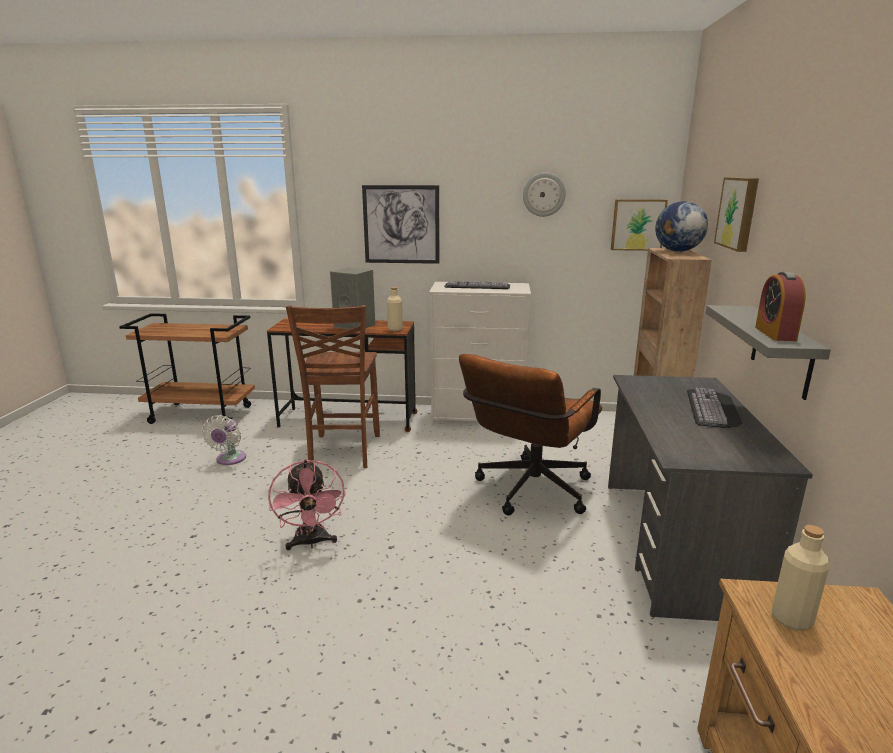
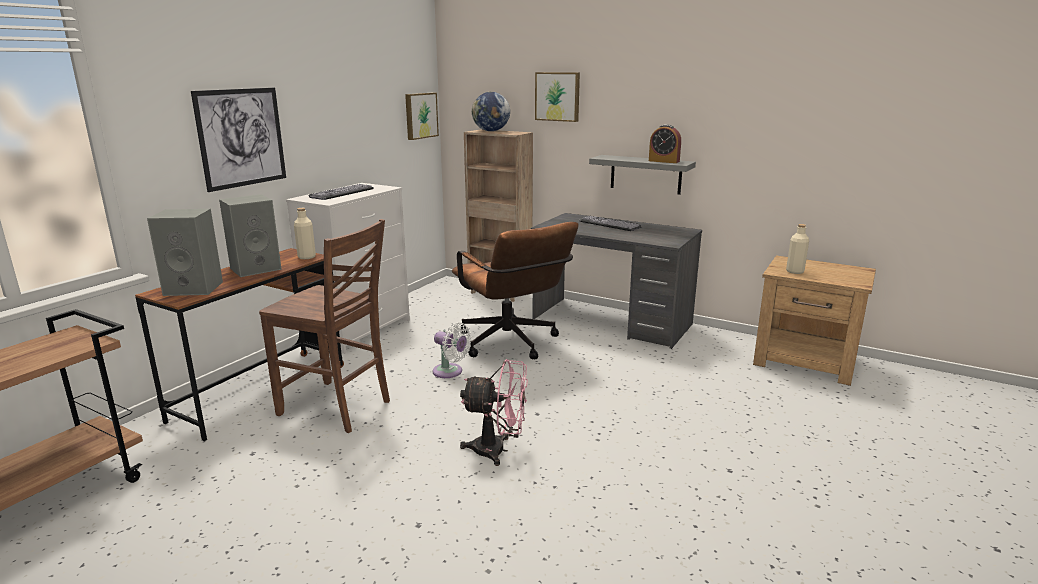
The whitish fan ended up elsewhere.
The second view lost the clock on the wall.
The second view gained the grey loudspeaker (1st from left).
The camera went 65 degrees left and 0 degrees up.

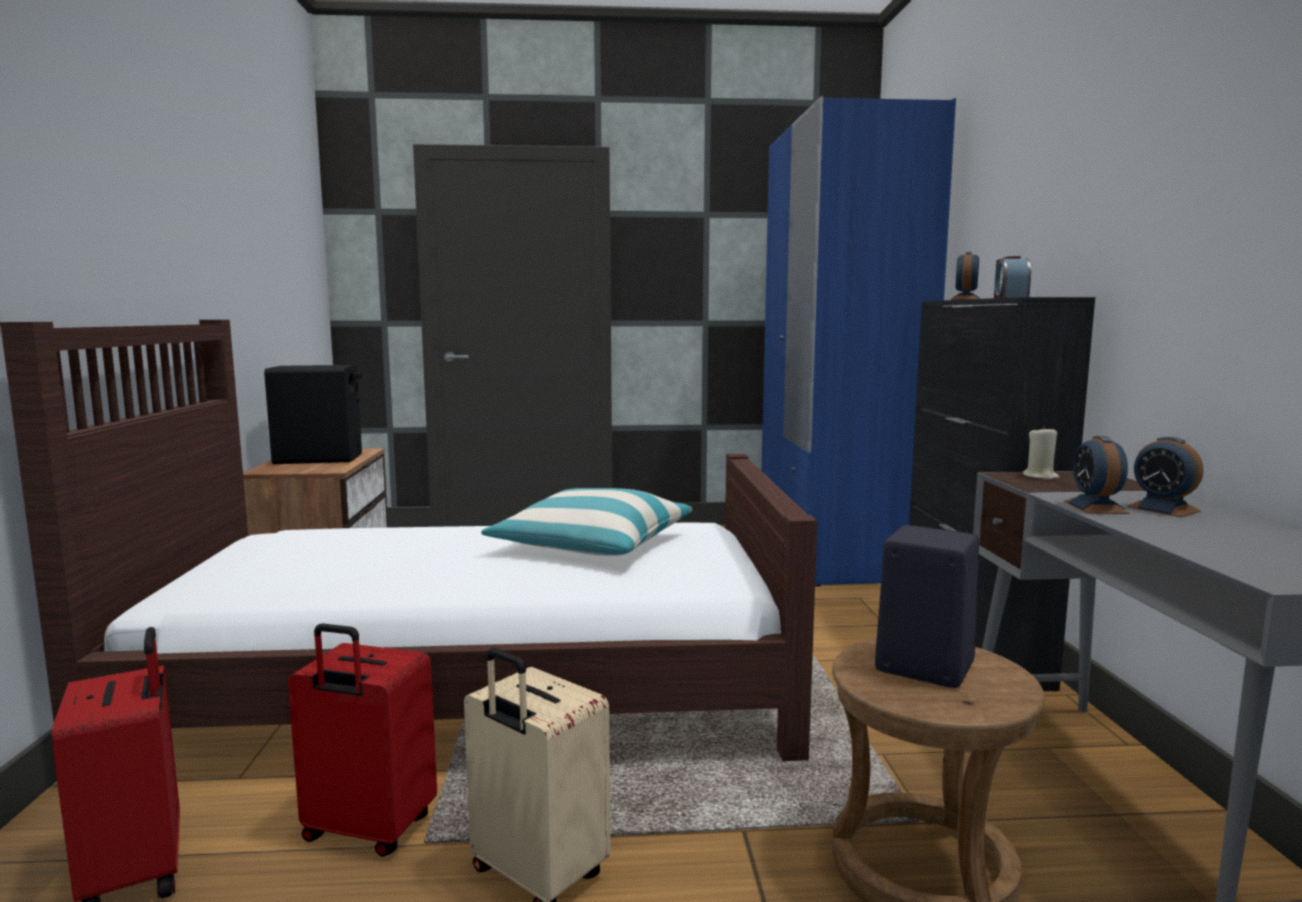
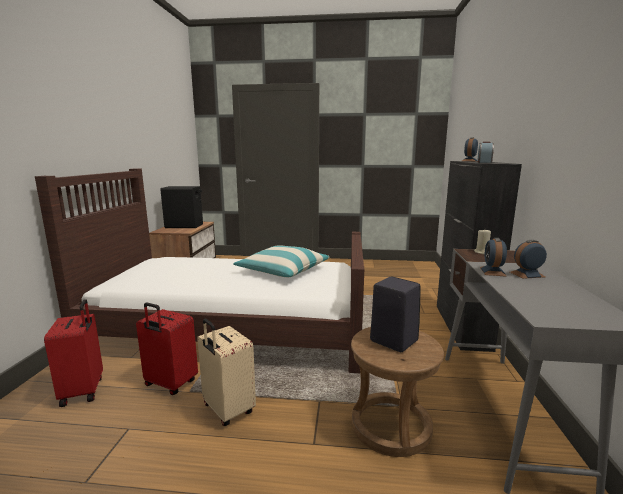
The second view lost the blue wardrobe.
The table clock (4th from left) ended up facing another way, 105 degrees clockwise from before.
The camera went 10 degrees right and 5 degrees up.

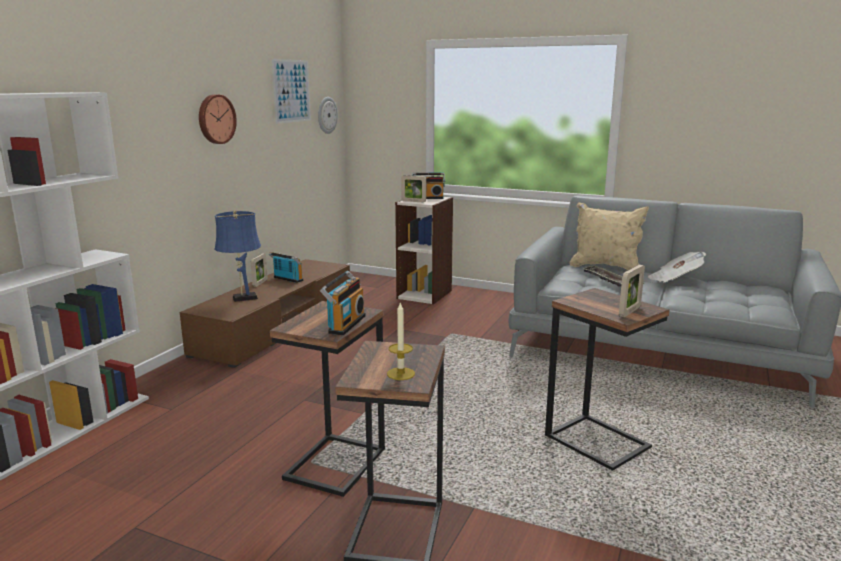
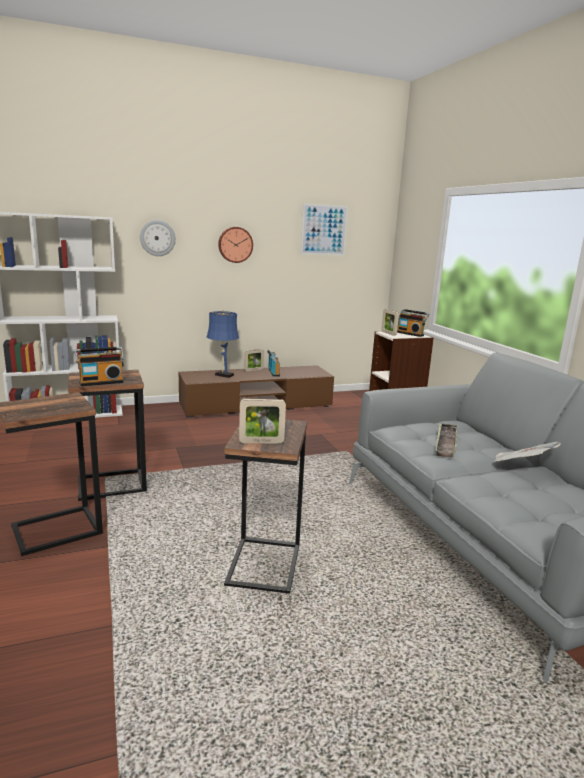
The clock on the wall (2nd from left in the first image) ended up elsewhere.
The second view lost the wax light.
The second view lost the beige-coloured cushion.
The camera went 45 degrees right and 0 degrees up.

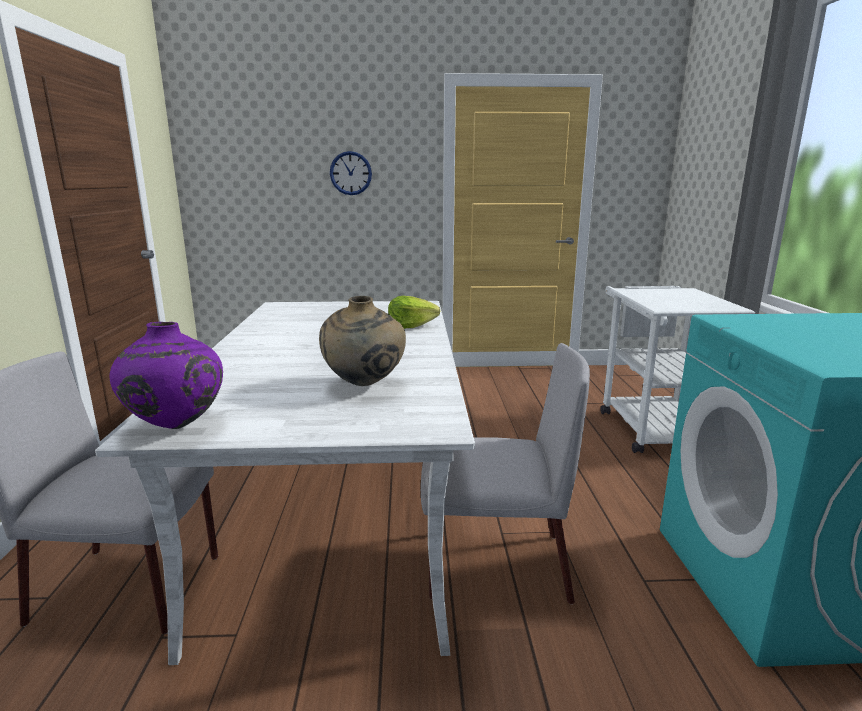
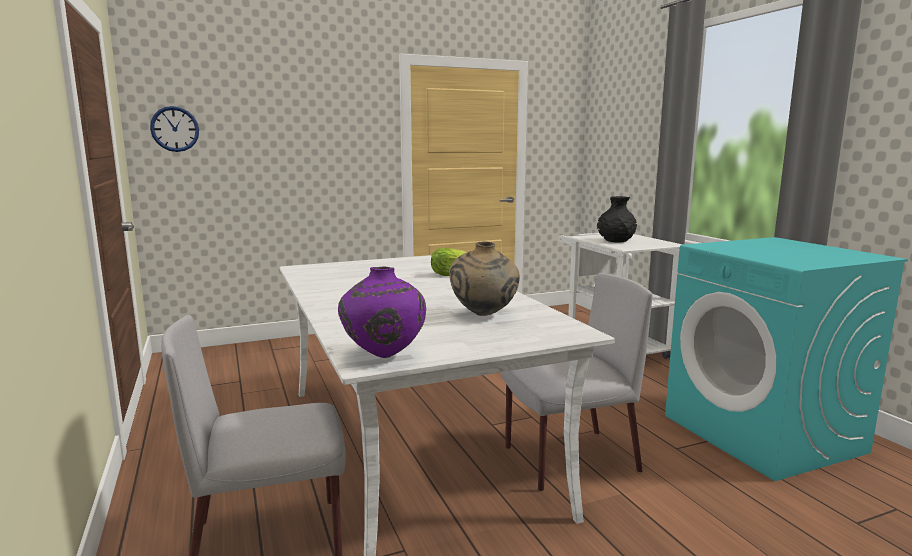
The clock on the wall ended up elsewhere.
The second view gained the black vase.
The camera went 20 degrees left and 5 degrees down.

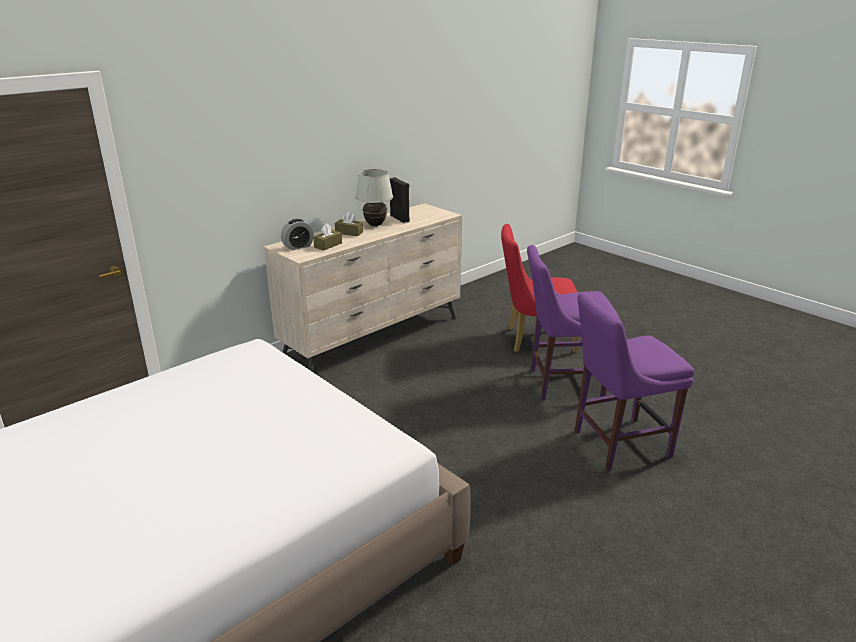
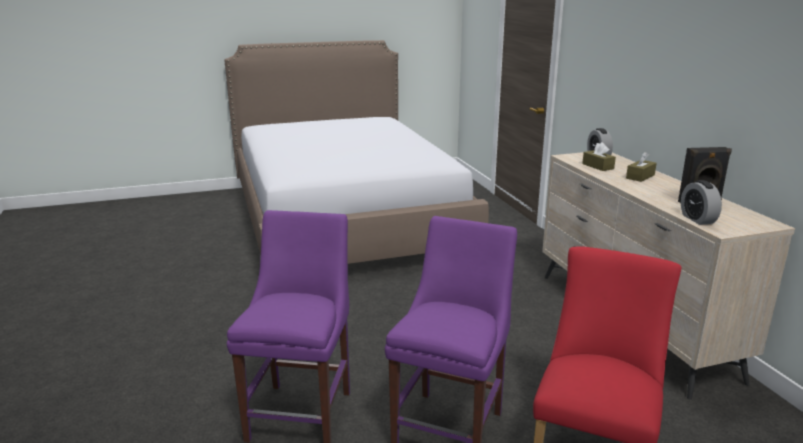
The second view lost the whitish tabletop lamp.
The second view gained the table clock (2nd from left).
The camera went 115 degrees right and 5 degrees down.

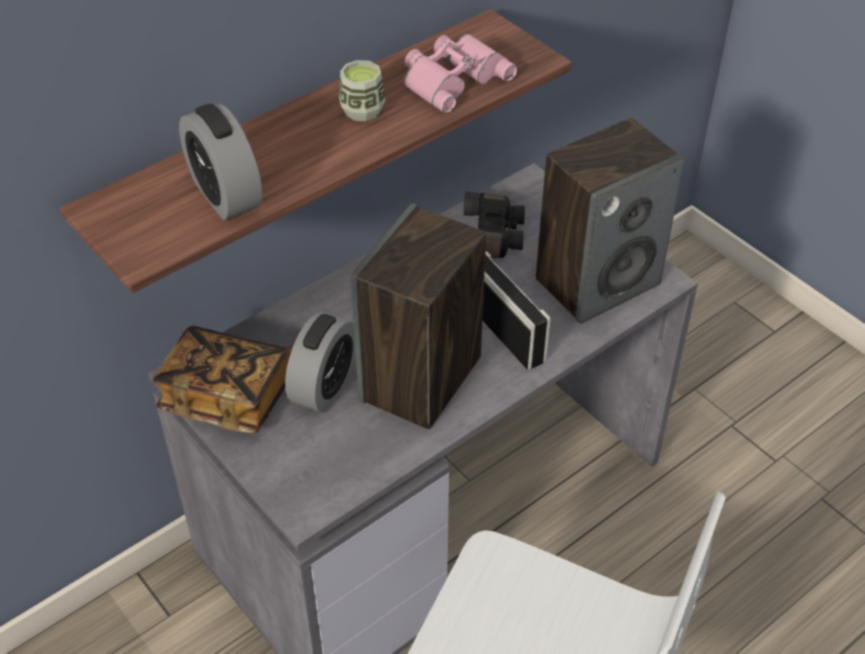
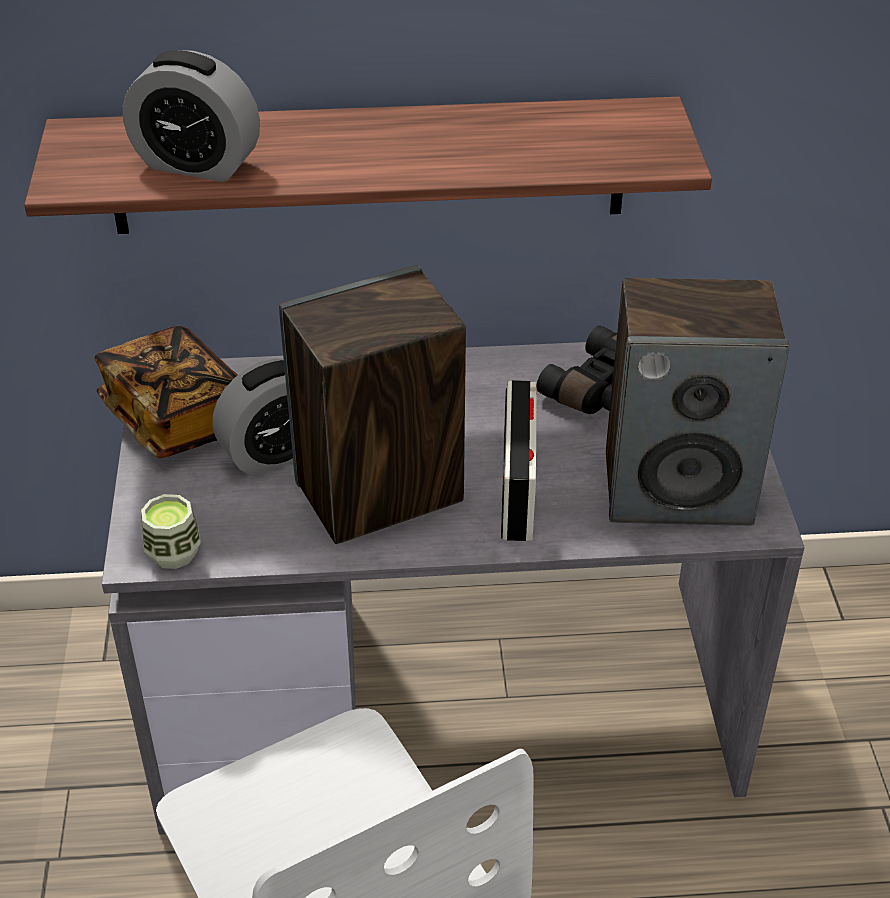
The table clock (1st from left) ended up facing another way, 75 degrees counterclockwise from before.
The drinking cup ended up elsewhere.
The second view lost the pink pair of binoculars.
The camera went 35 degrees right and 5 degrees down.

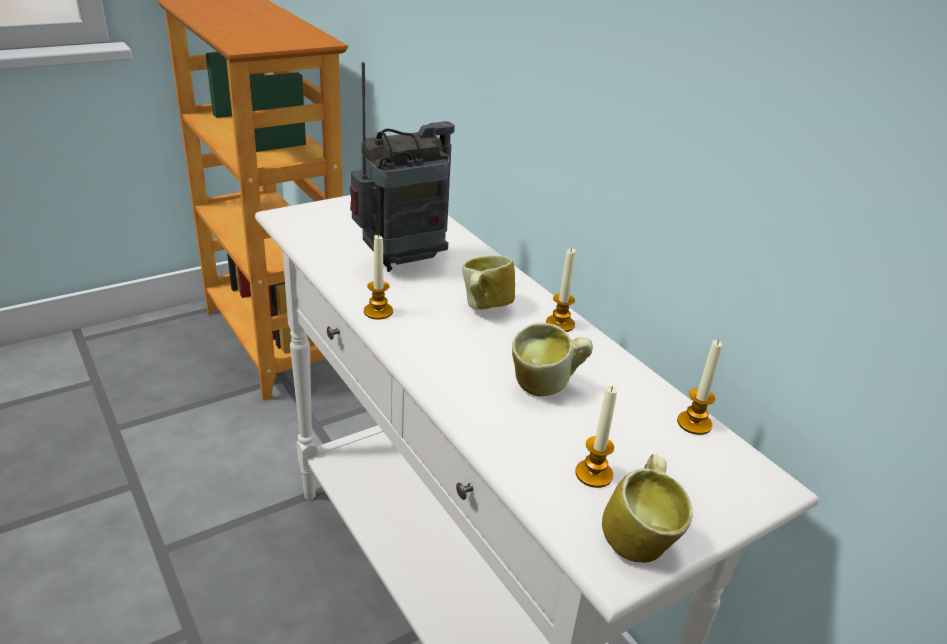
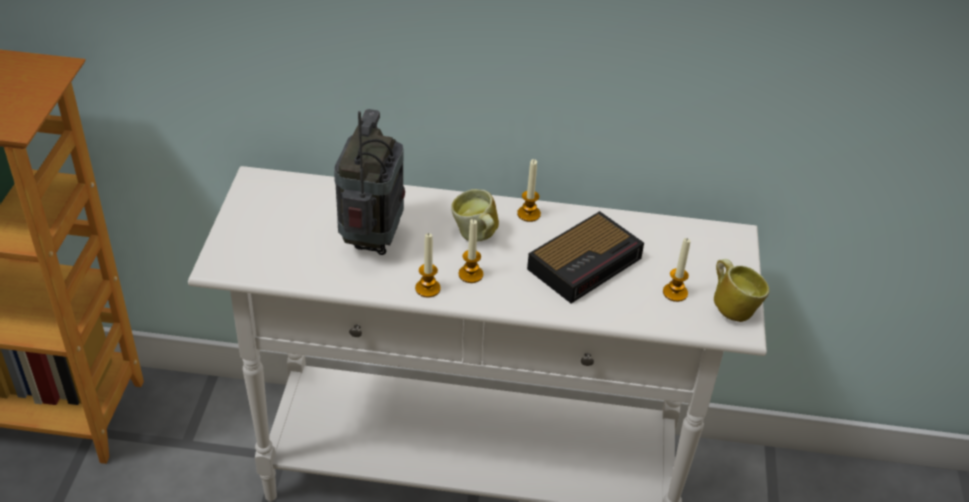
Where the coffee mug (2nd from left) stood, the table clock came to stand.
The wax light (4th from left in the first image) ended up elsewhere.
The camera went 50 degrees left and 10 degrees up.

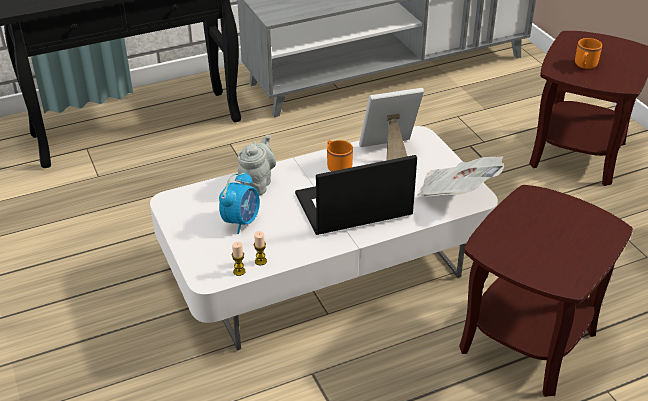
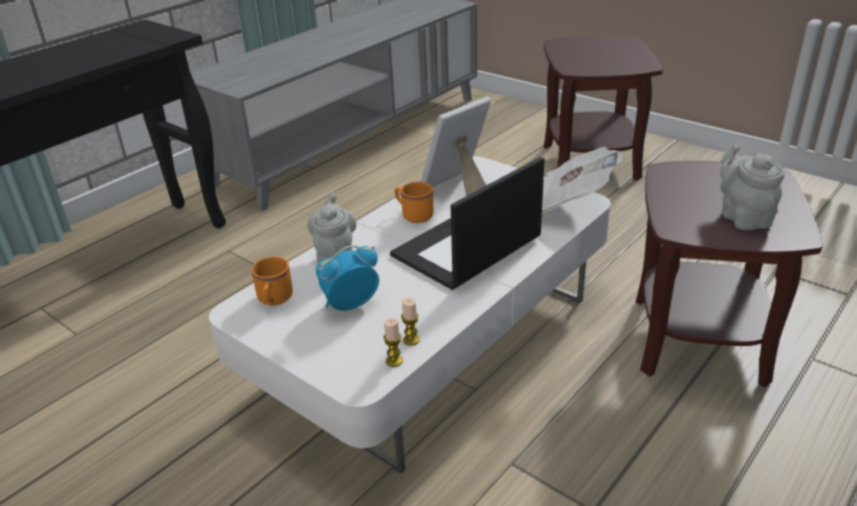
The table clock ended up facing another way, 120 degrees counterclockwise from before.
The orangey coffee mug (2nd from left in the first image) ended up elsewhere.
The second view gained the grey teapot (2nd from left).
The camera went 25 degrees left and 5 degrees down.

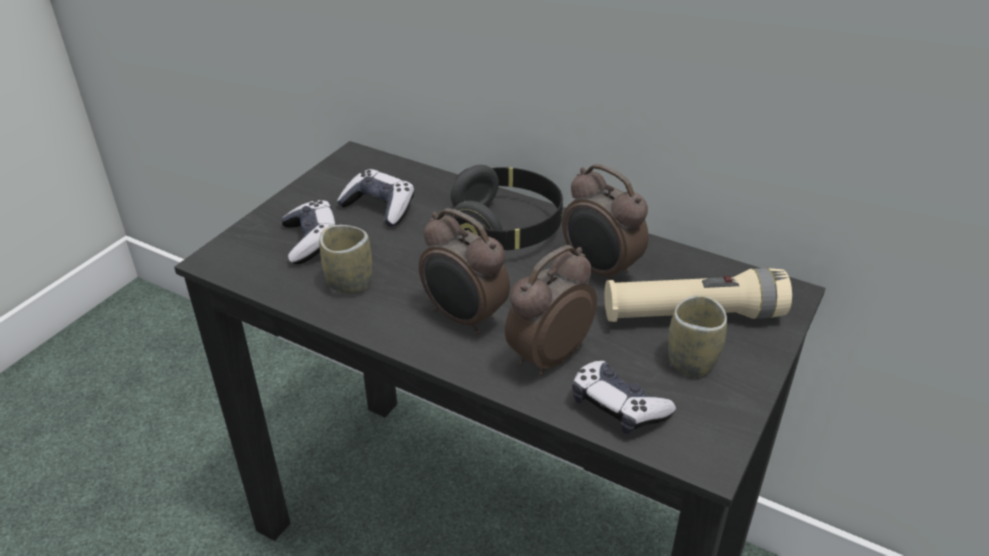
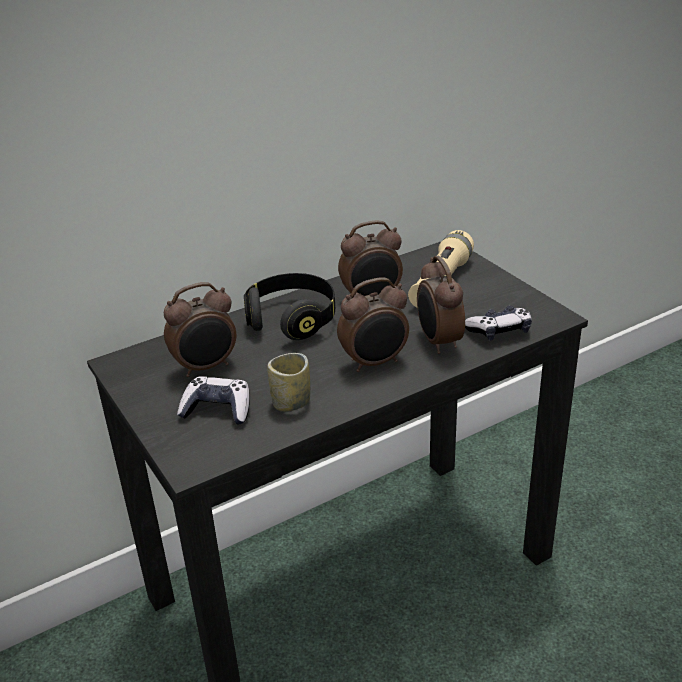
Where the gamepad (2nd from left) stood, the table clock (1st from left) came to stand.
The second view lost the drinking cup (2nd from left).
The camera went 60 degrees left and 5 degrees down.

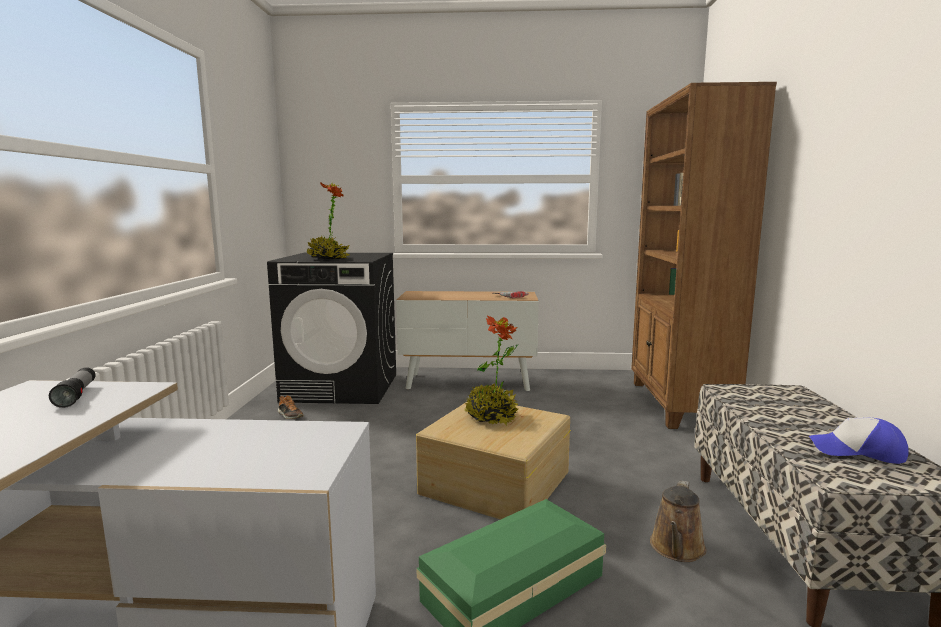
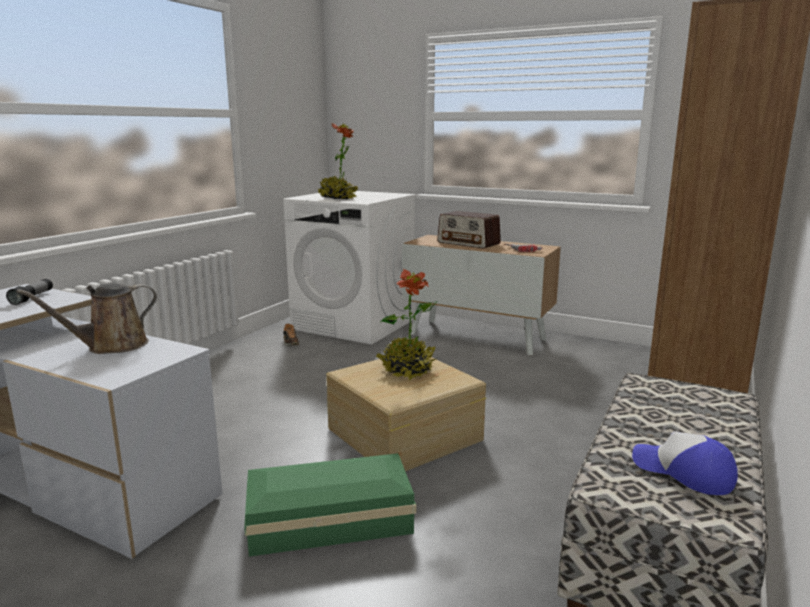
What was the black laundry appliance turned into the whitish laundry appliance.
The brown-coloured sprinkling can ended up elsewhere.
The second view gained the radio.
The camera went 25 degrees right and 5 degrees up.

